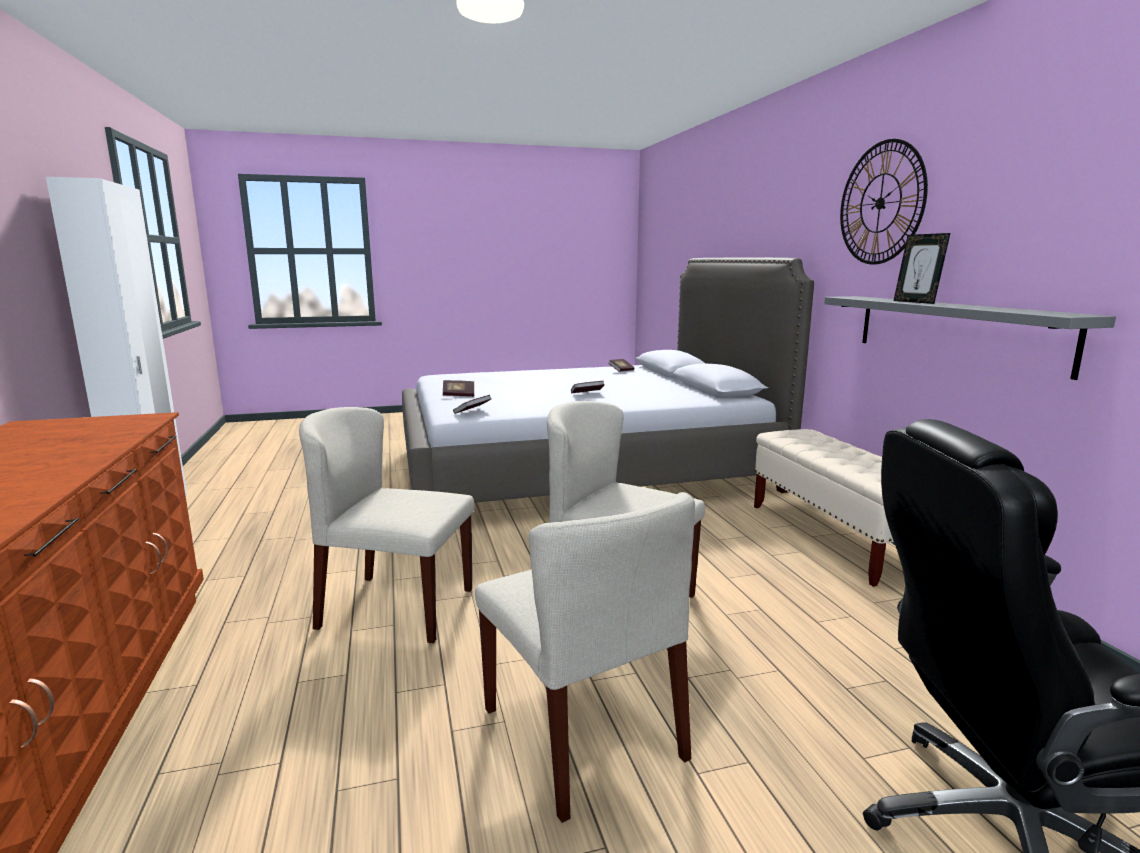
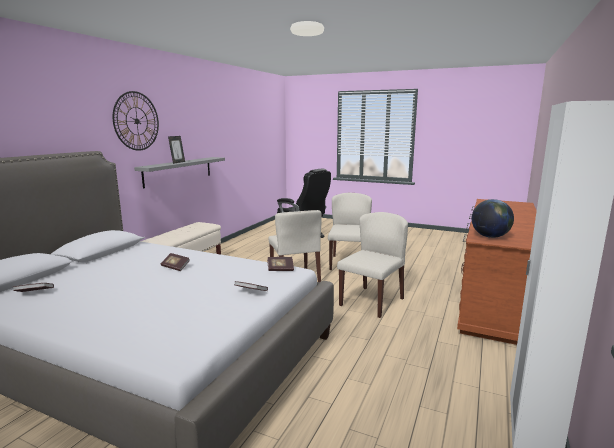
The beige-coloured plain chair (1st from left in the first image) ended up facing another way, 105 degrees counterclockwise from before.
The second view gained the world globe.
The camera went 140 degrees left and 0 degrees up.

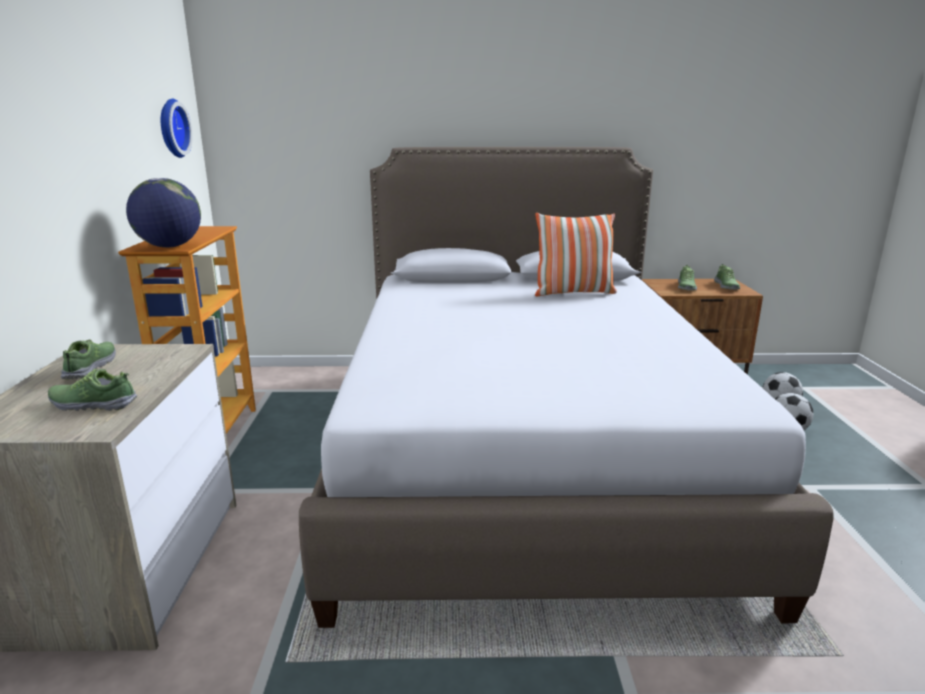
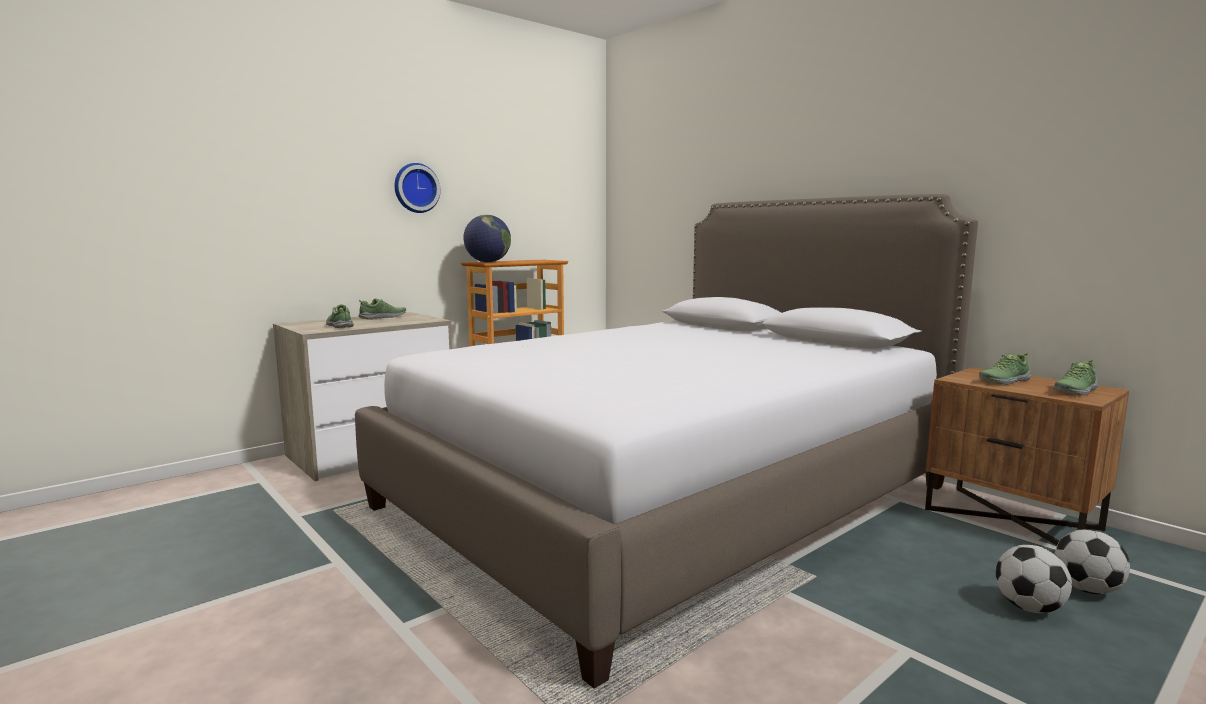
The clock on the wall ended up elsewhere.
The second view lost the cushion.
The camera went 50 degrees right and 10 degrees down.

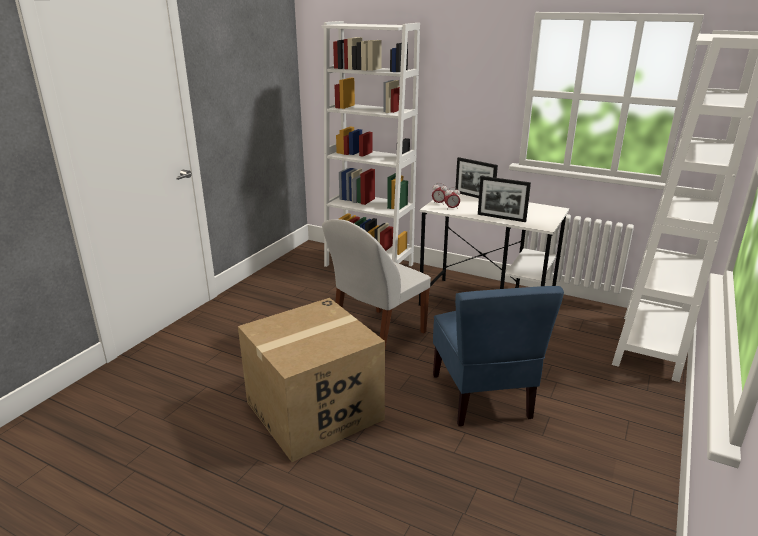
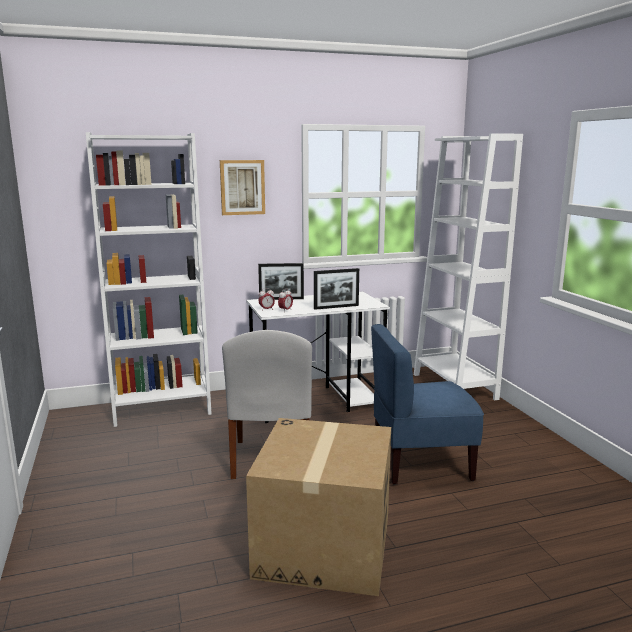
The blue plain chair ended up facing another way, 135 degrees clockwise from before.
The second view gained the wall picture.
The camera went 45 degrees left and 10 degrees down.

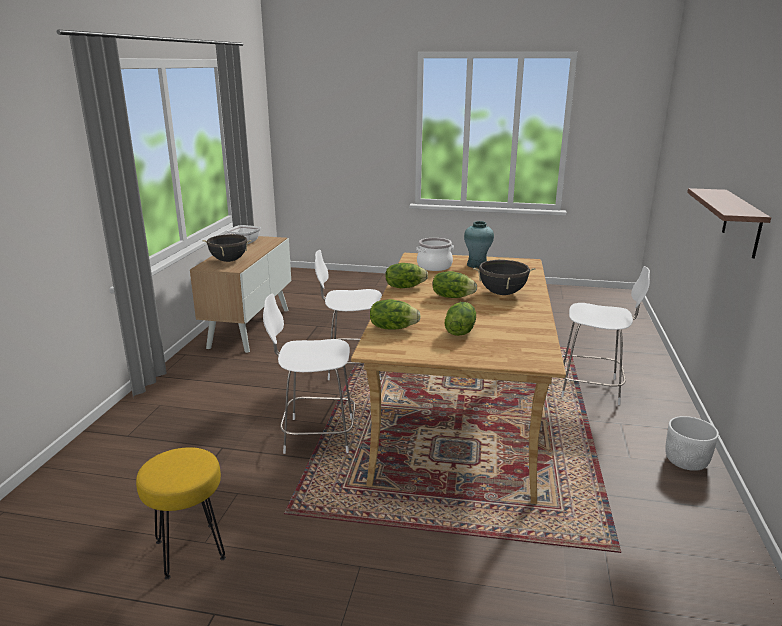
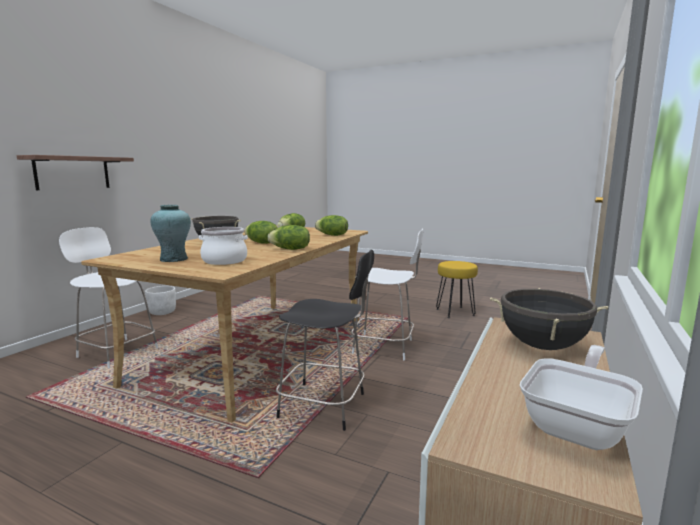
What was the whitish plain chair (2nd from left) turned into the black plain chair.
The camera went 165 degrees left and 10 degrees down.

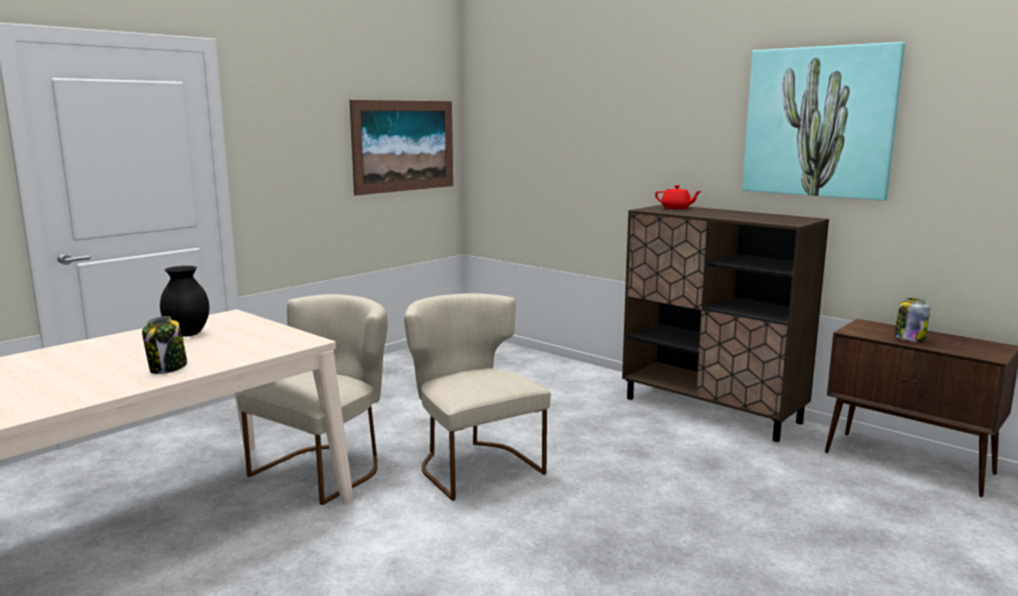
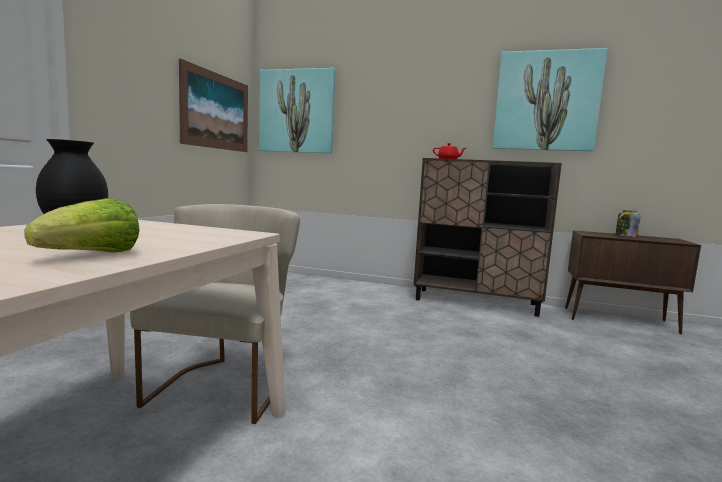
Where the storage jar (1st from left) stood, the lettuce head came to stand.
The second view lost the beige-coloured plain chair (2nd from left).
The second view gained the wall picture (2nd from left).
The camera went 25 degrees left and 5 degrees down.

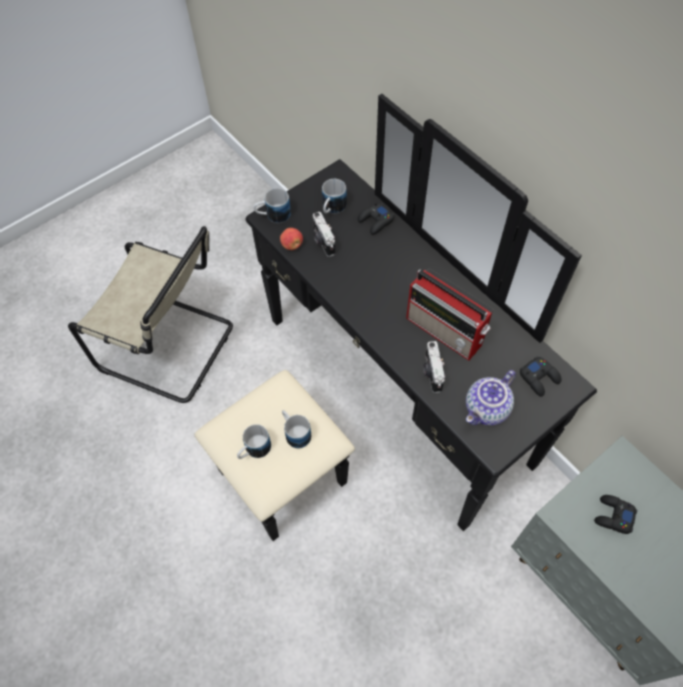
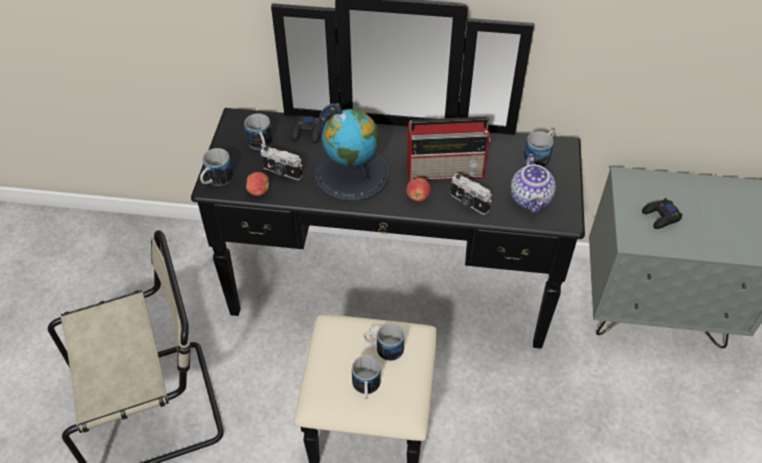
Where the black gamepad (2nd from left) stood, the coffee mug (5th from left) came to stand.
The second view gained the world globe.
The second view gained the apple (2nd from left).
The camera went 45 degrees left and 10 degrees down.

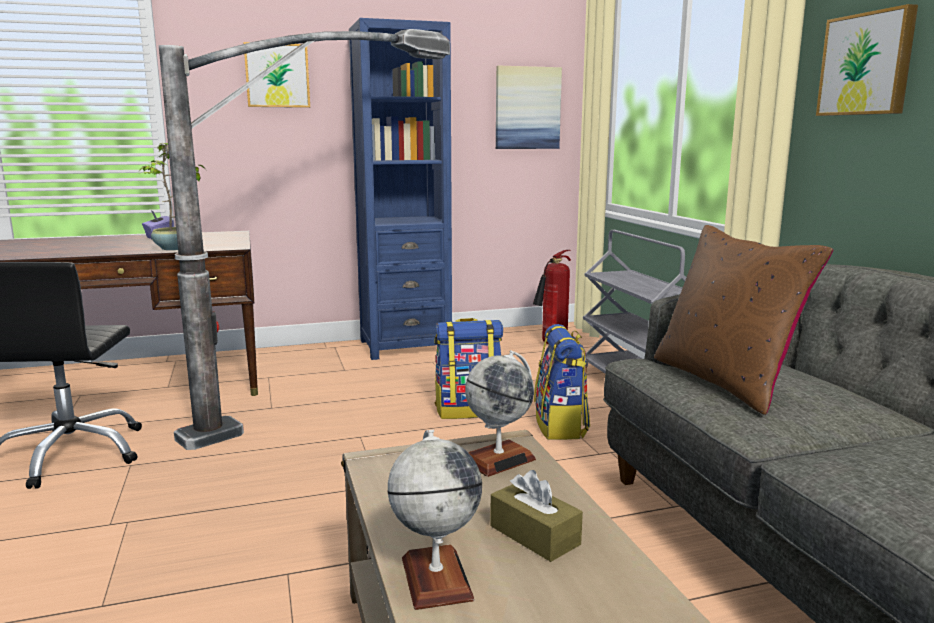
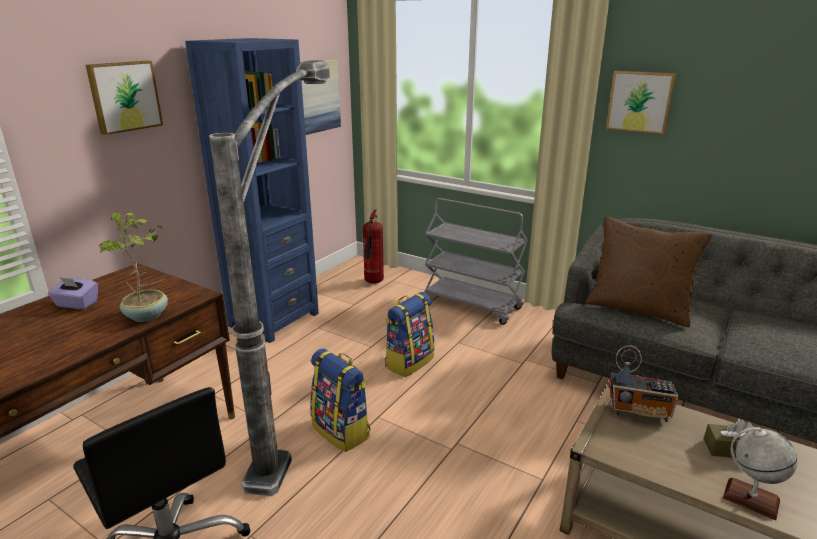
Where the world globe (2nd from left) stood, the radio came to stand.
The knapsack (2nd from left in the first image) ended up elsewhere.
The camera went 40 degrees left and 10 degrees up.

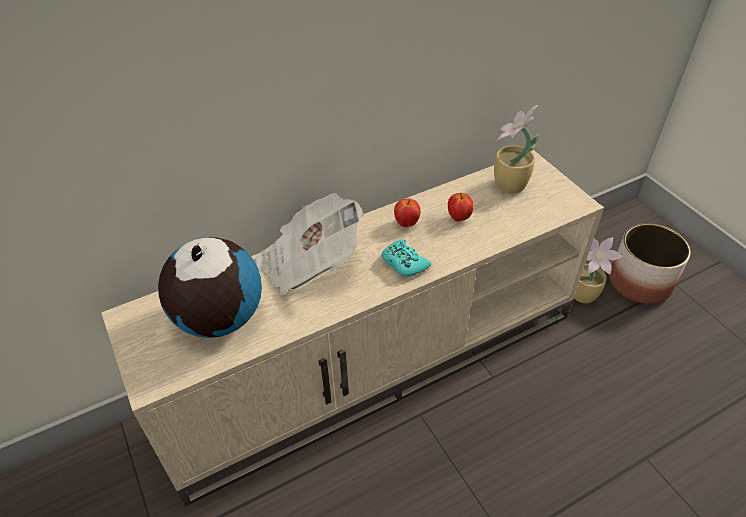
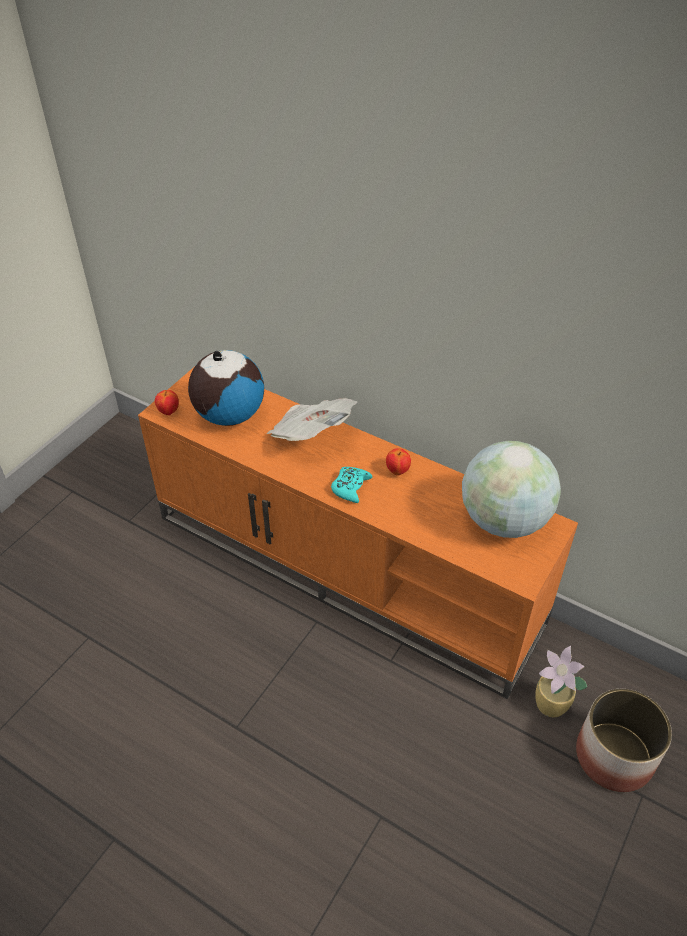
What was the beige-coloured tv unit turned into the orangey tv unit.
The apple (2nd from left in the first image) ended up elsewhere.
Where the plant in a pot (1st from left) stood, the world globe (2nd from left) came to stand.
The camera went 60 degrees right and 0 degrees up.

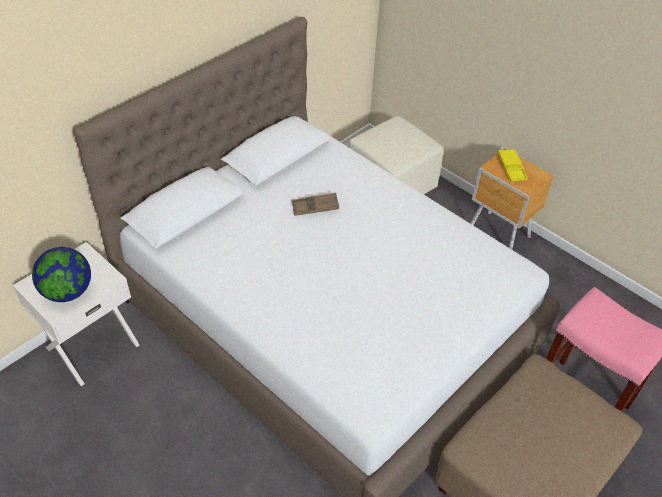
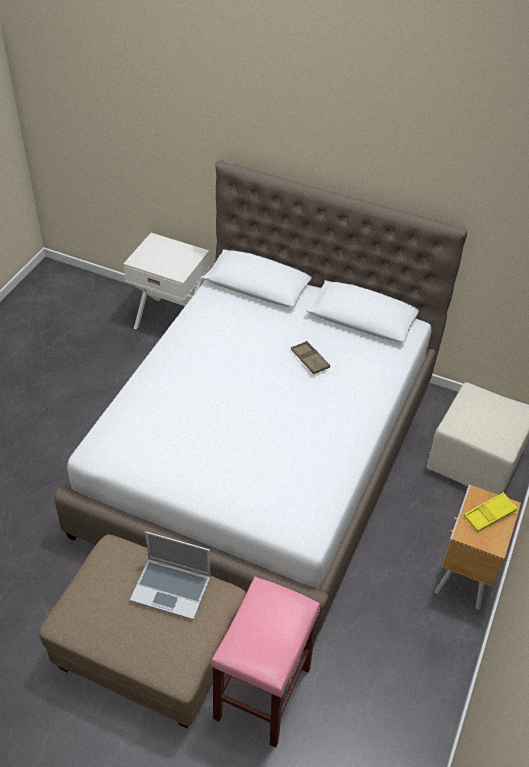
The second view lost the world globe.
The second view gained the portable computer.
The camera went 70 degrees right and 0 degrees up.

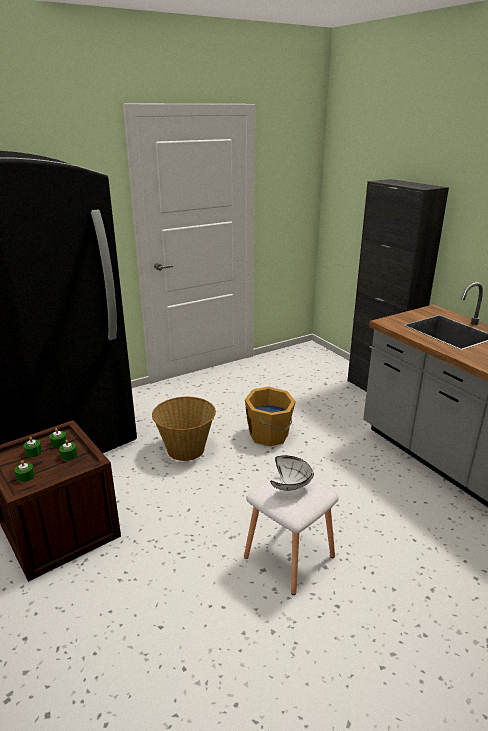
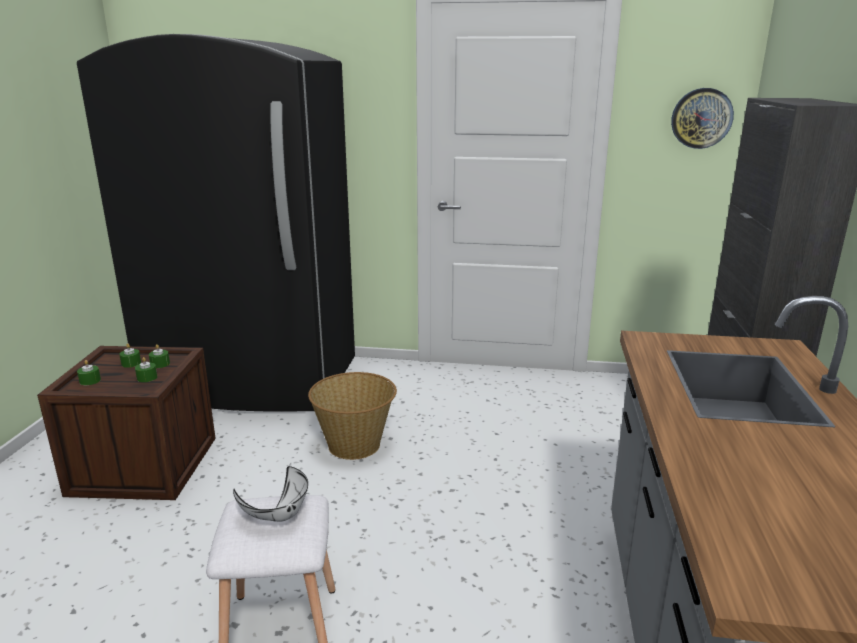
The second view lost the orangey bucket.
The second view gained the clock on the wall.
The camera went 40 degrees right and 5 degrees down.

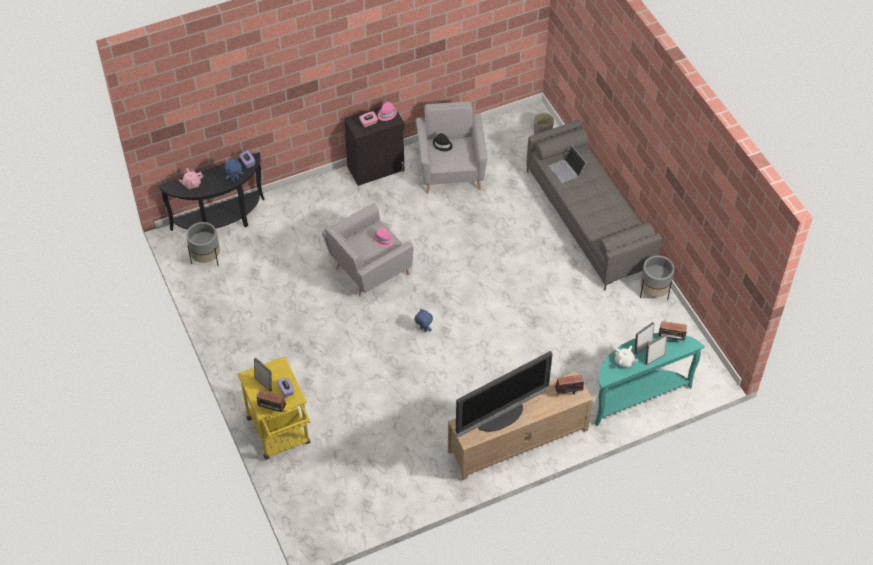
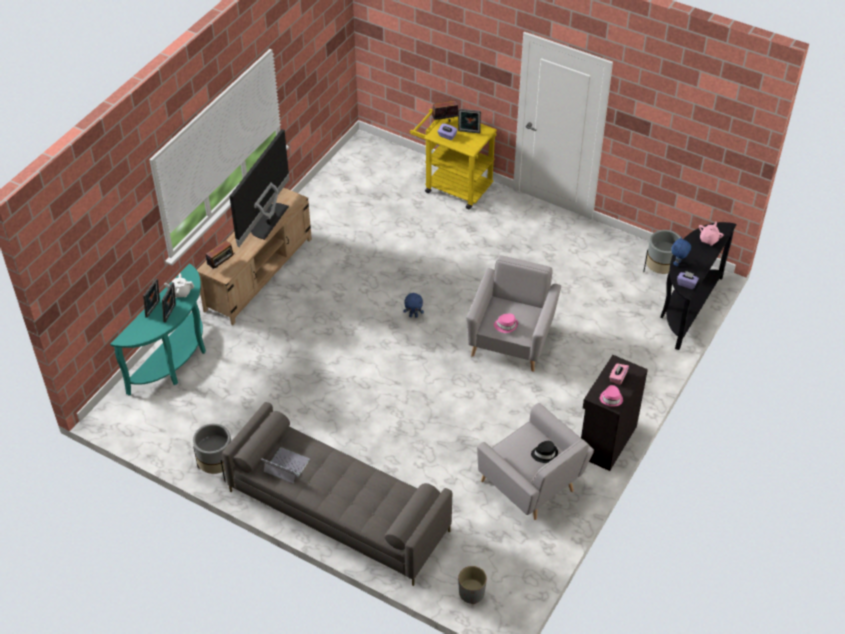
The portable computer ended up elsewhere.
The second view lost the radio (3rd from left).
The camera went 145 degrees right and 5 degrees down.

